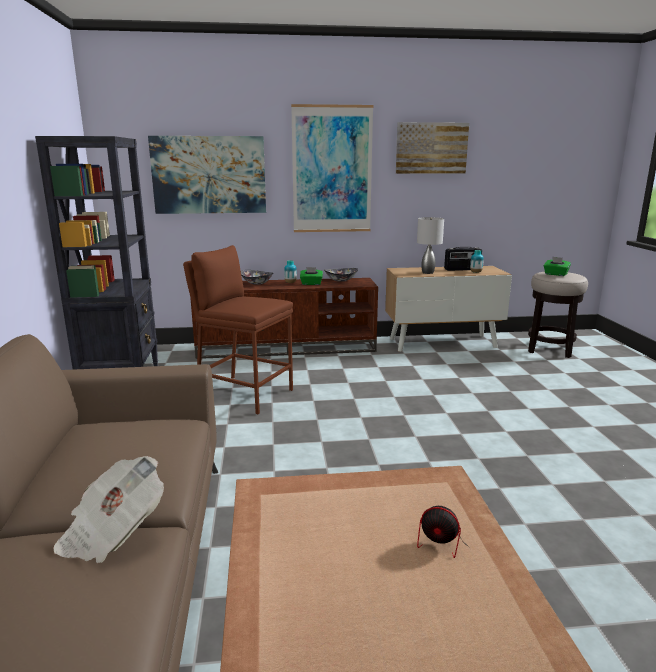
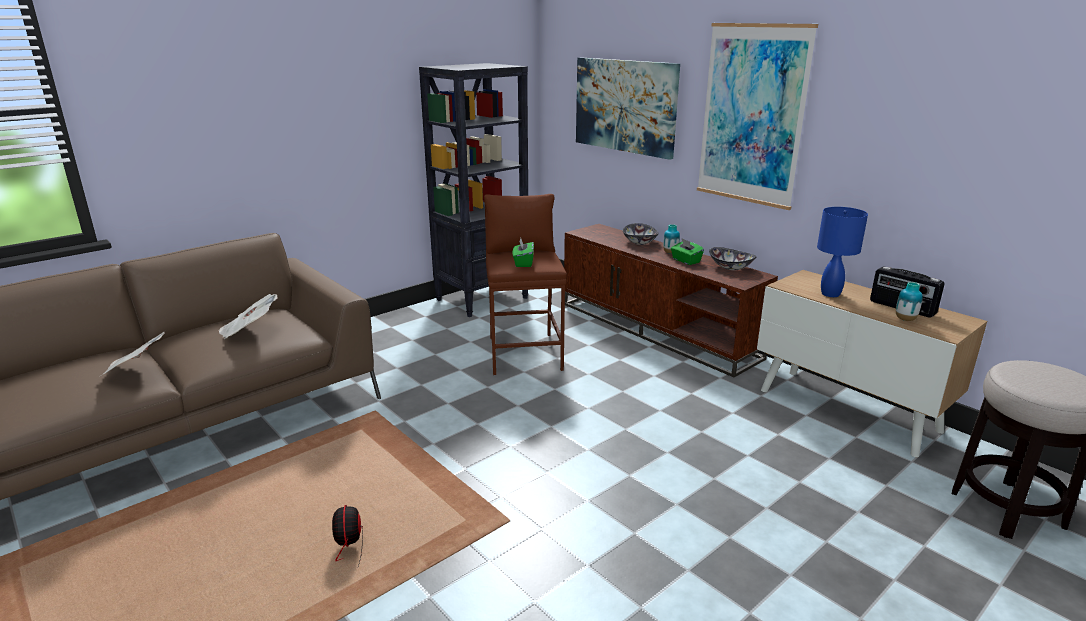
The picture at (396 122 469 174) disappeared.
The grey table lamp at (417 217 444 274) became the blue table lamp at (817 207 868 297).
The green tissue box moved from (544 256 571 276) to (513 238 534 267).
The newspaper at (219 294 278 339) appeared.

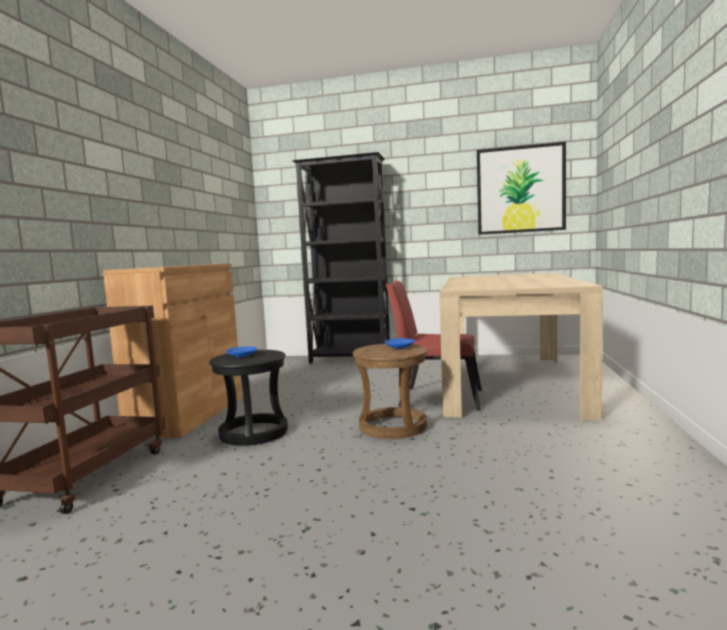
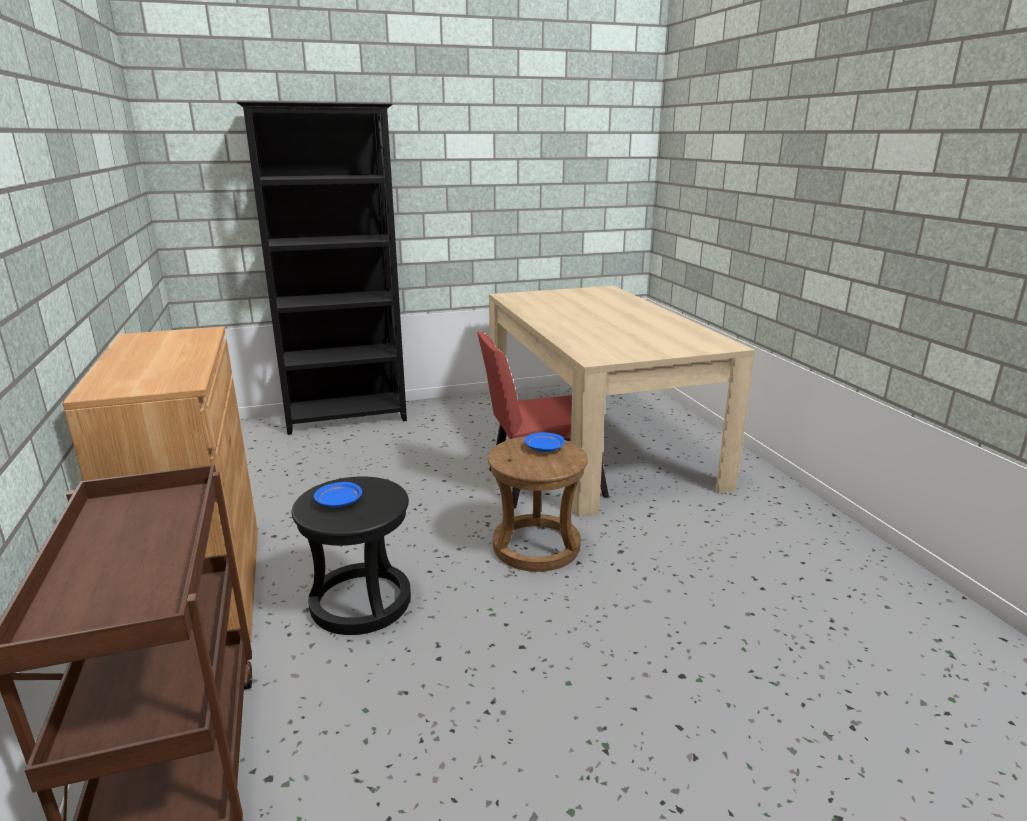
The picture at (477 142 566 235) disappeared.

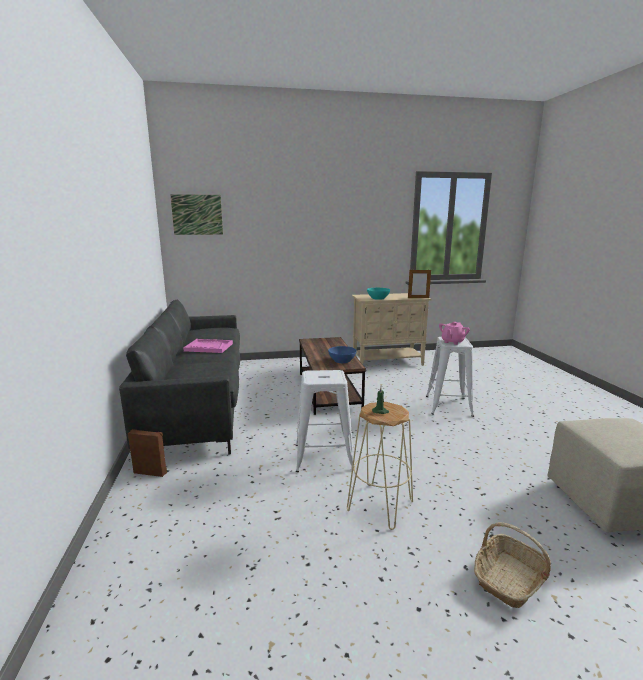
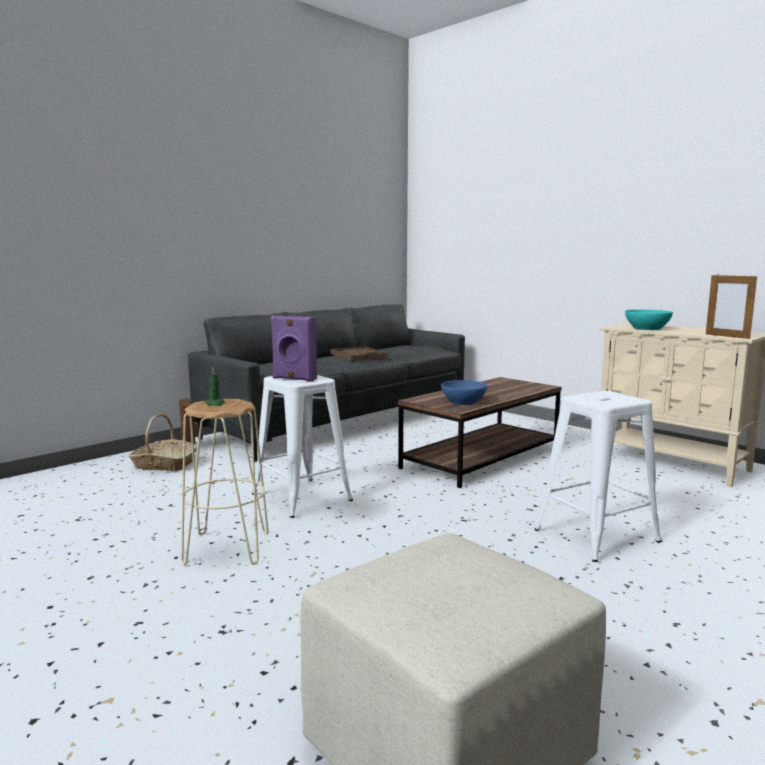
The picture at (170 194 223 235) disappeared.
The pink teapot at (439 322 470 345) disappeared.
The pink tray at (183 339 233 353) became the brown tray at (331 347 388 361).
The basket moved from (474 522 551 608) to (128 414 196 471).
The purple speaker at (271 316 317 381) appeared.

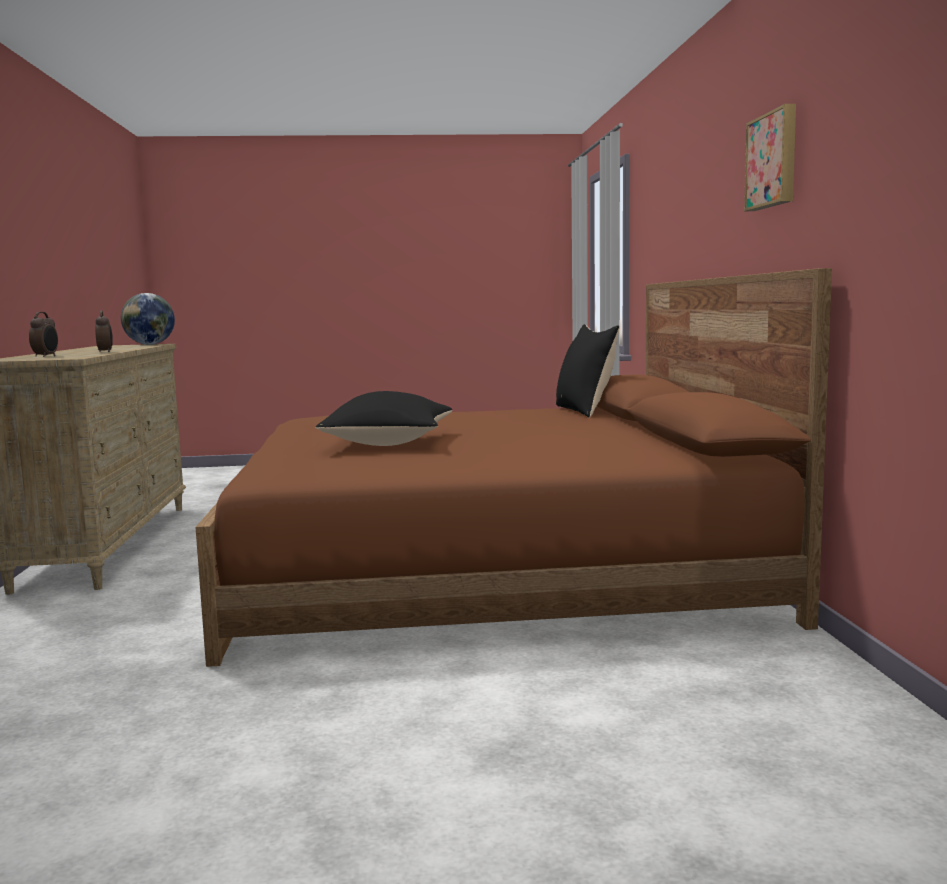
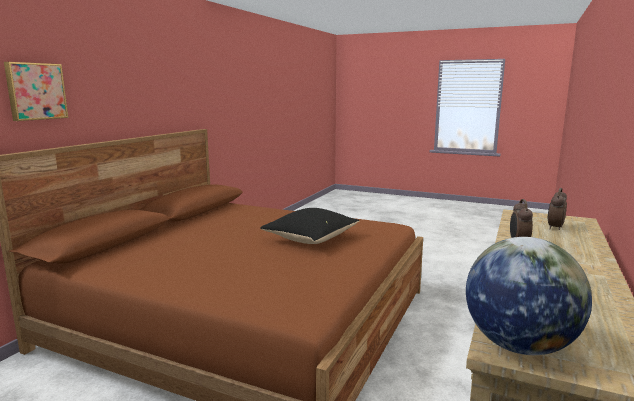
The picture moved from (744 104 796 211) to (4 62 68 121).
The black pillow at (556 324 620 417) disappeared.

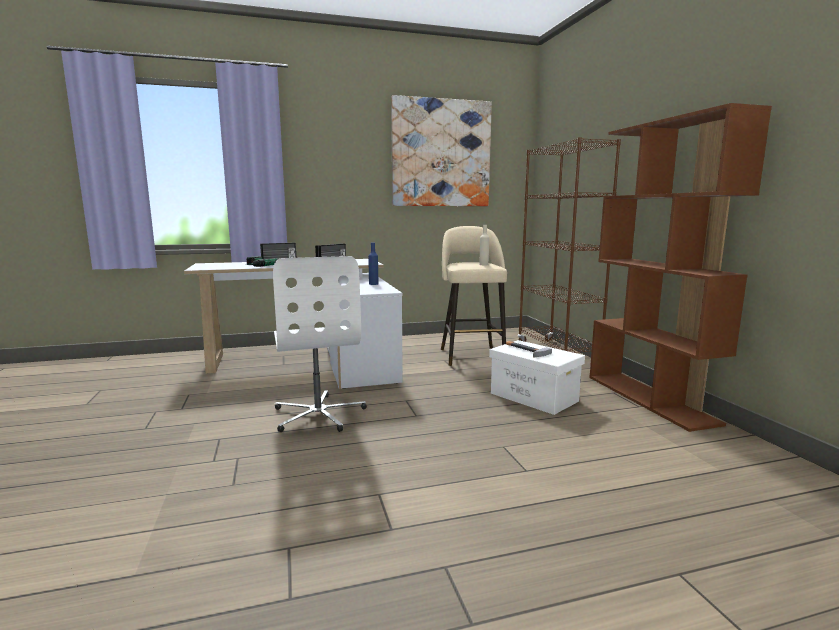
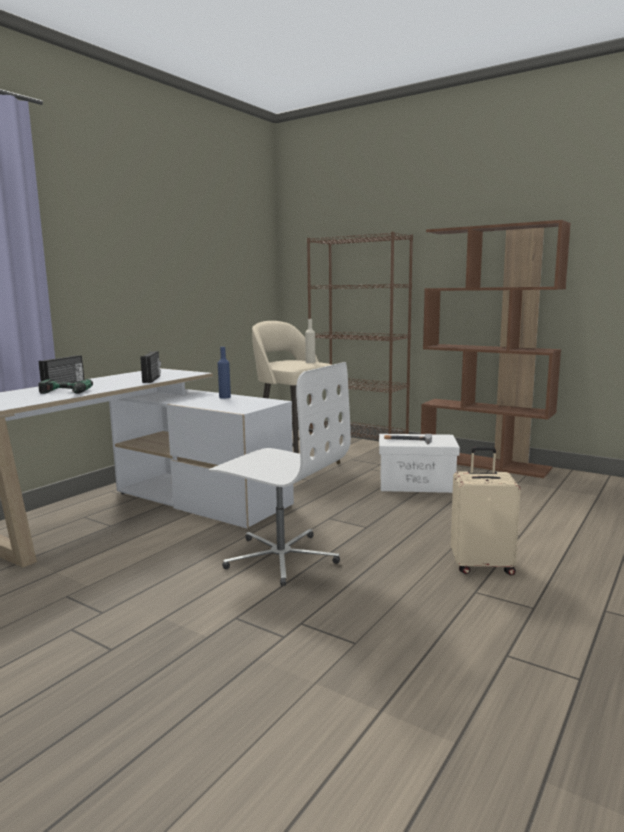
The picture at (391 95 492 206) disappeared.
The beige suitcase at (451 447 521 575) appeared.

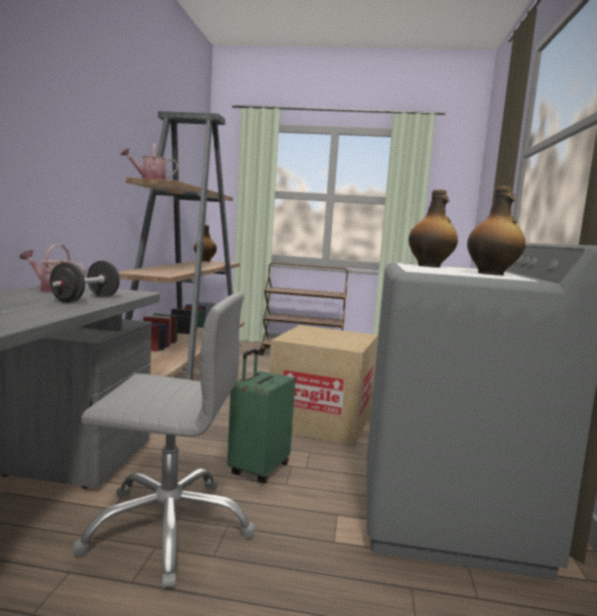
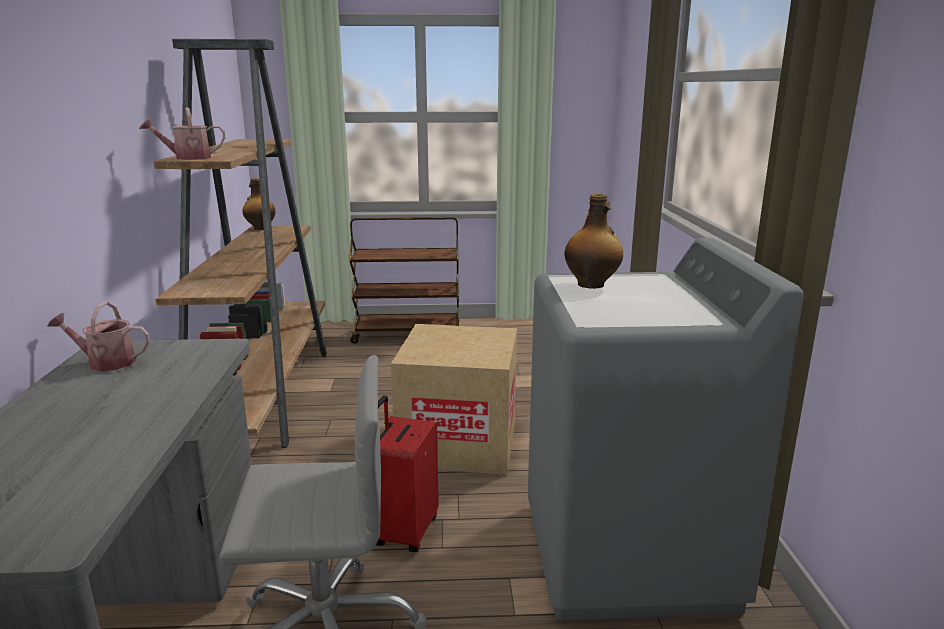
The bottle at (467 186 526 275) disappeared.
The black dumbbell at (50 261 120 303) disappeared.
The green suitcase at (227 349 295 484) became the red suitcase at (376 395 439 552).

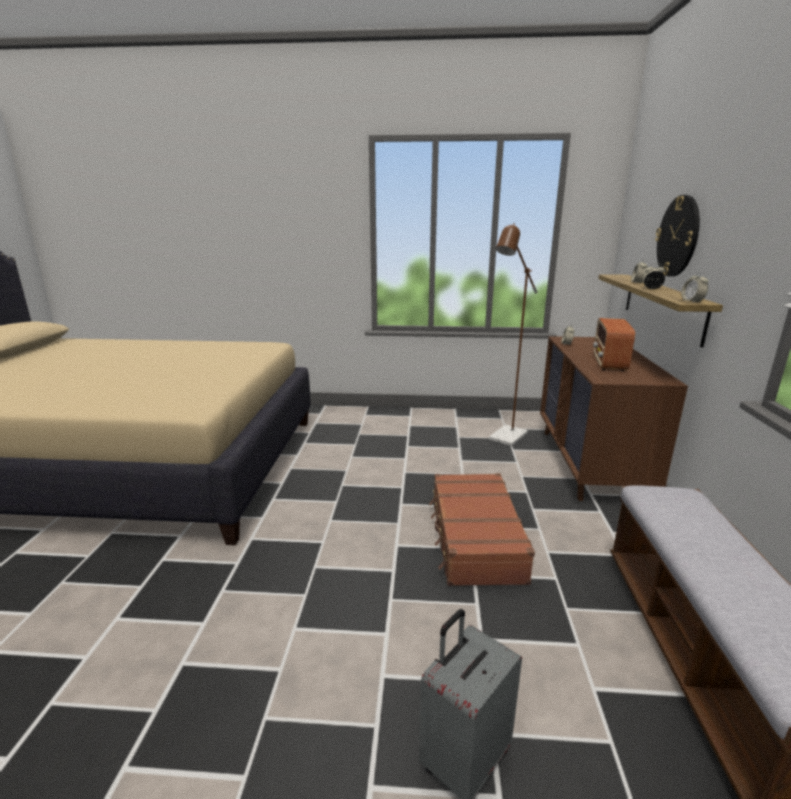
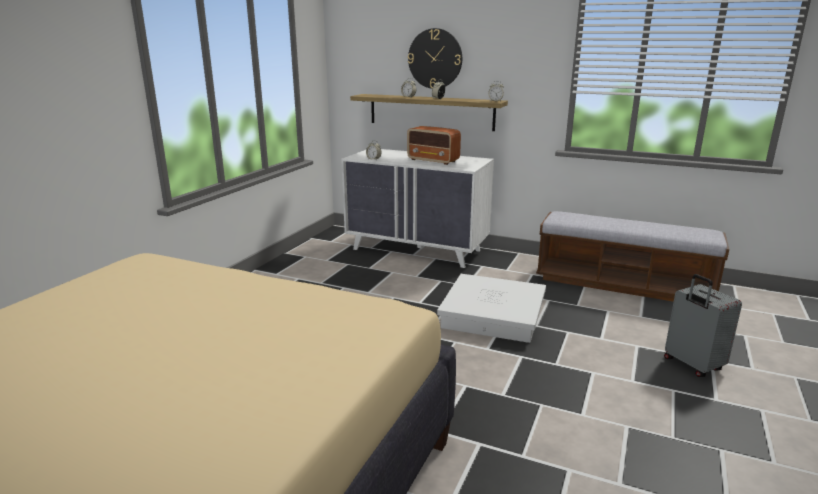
The brown floor lamp at (489 223 537 446) disappeared.
The brown dresser at (540 336 688 501) became the white dresser at (341 149 494 268).
The brown suitcase at (429 473 535 586) was replaced by the white storage box at (437 274 546 343).

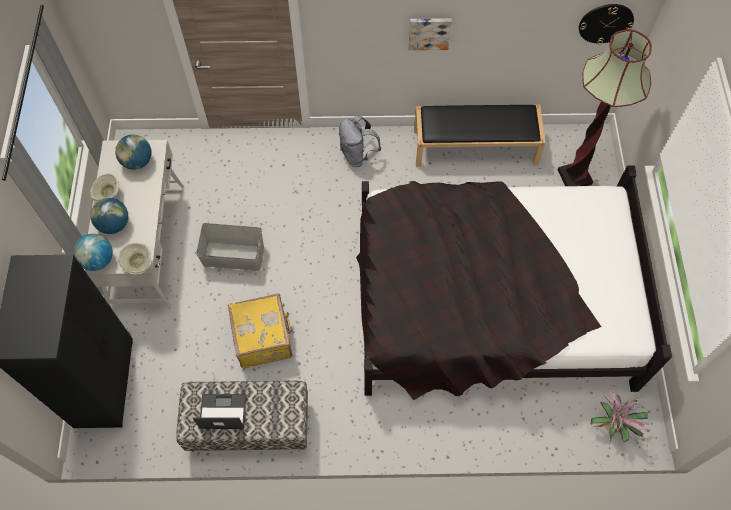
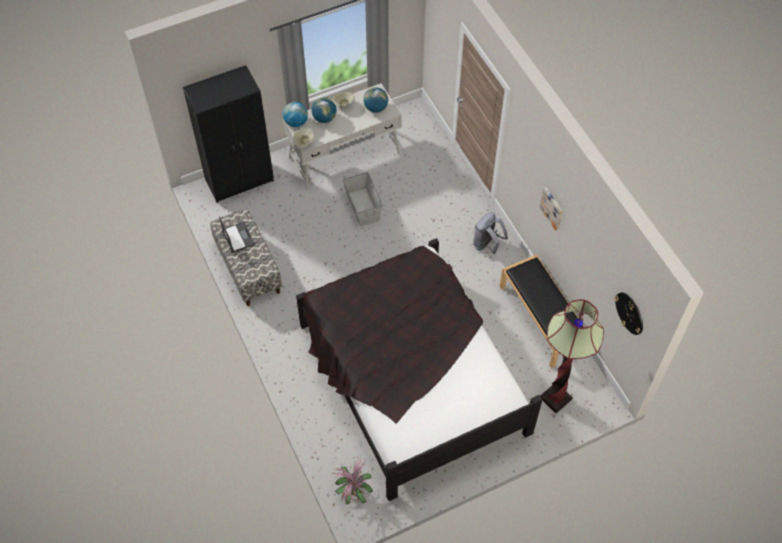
The yellow suitcase at (228 293 292 368) disappeared.

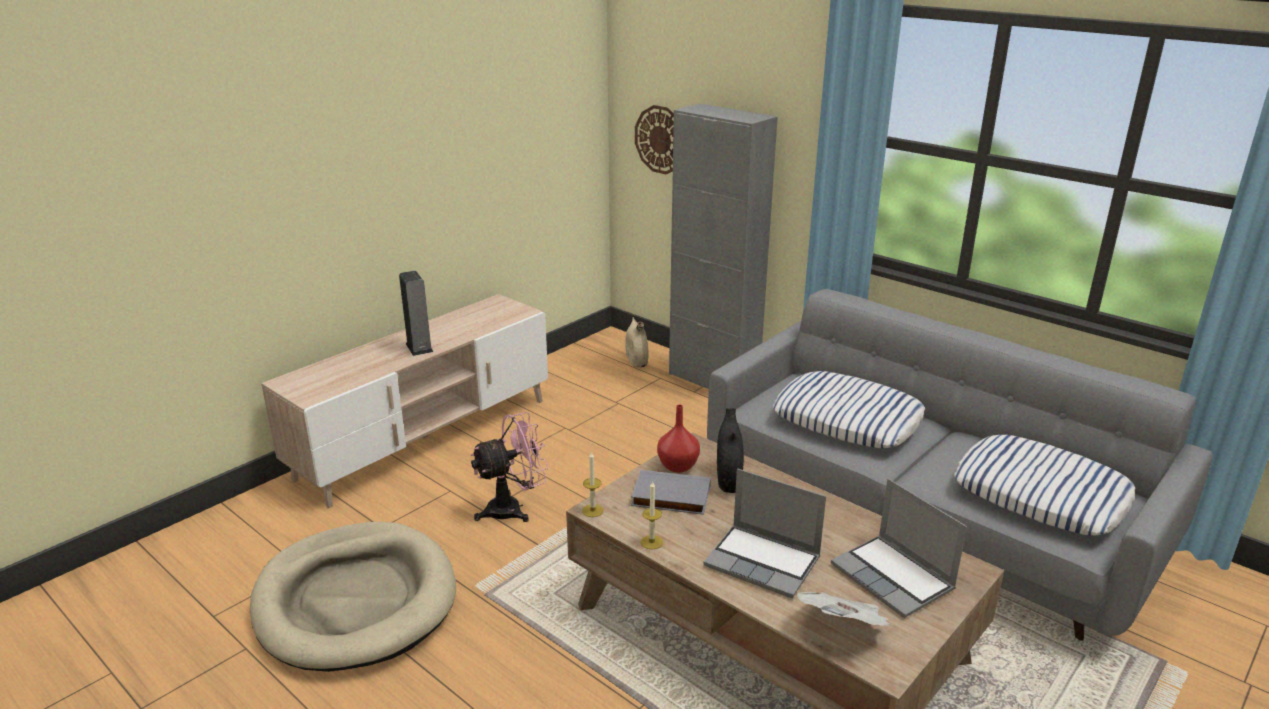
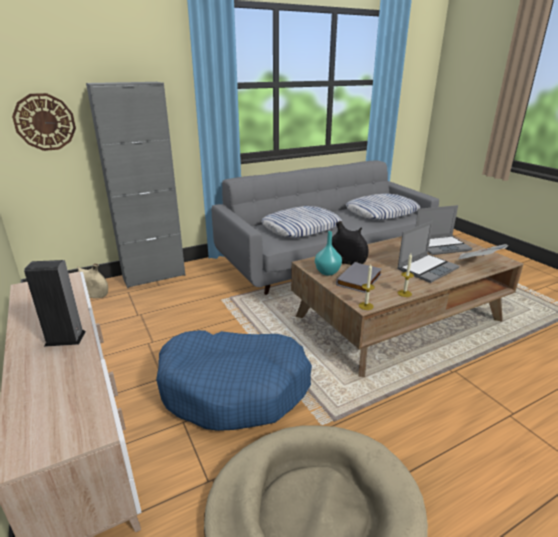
The red vase at (657 405 700 473) became the turquoise vase at (315 231 342 276).
The pink fan at (471 412 549 522) was replaced by the blue dog bed at (156 330 312 431).

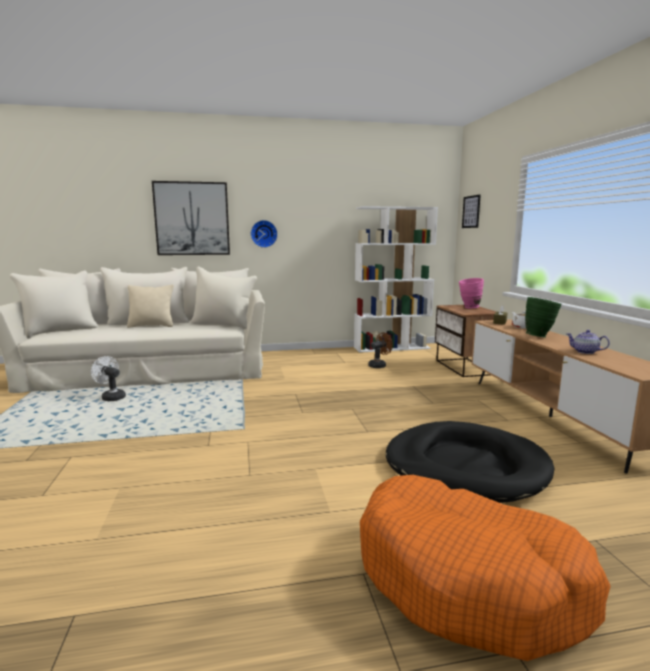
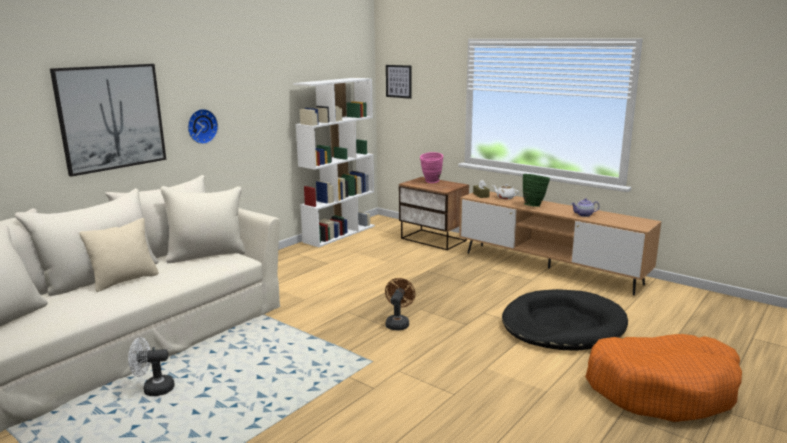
The brown fan moved from (368 333 393 368) to (385 278 415 331).

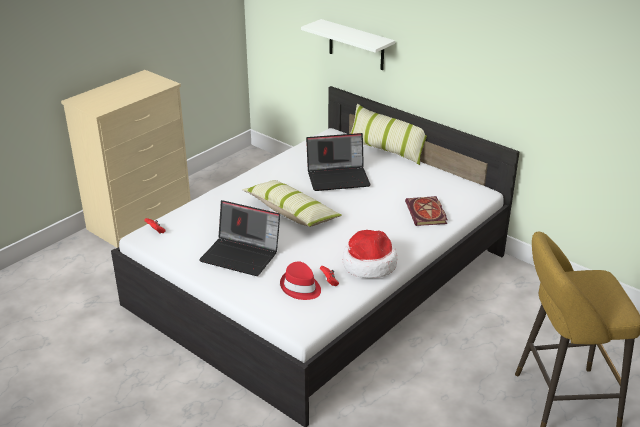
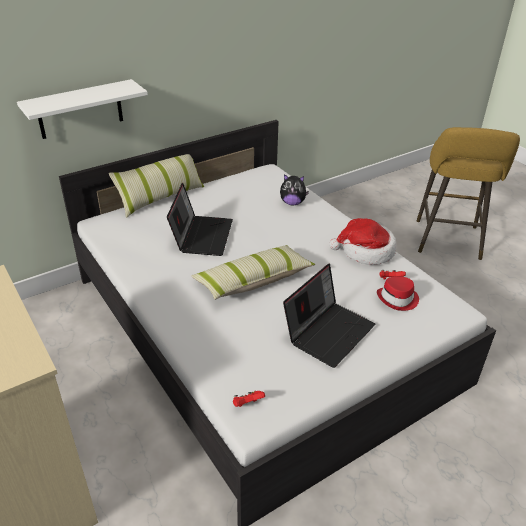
The book at (405 196 447 226) was replaced by the plush toy at (280 174 309 205).

